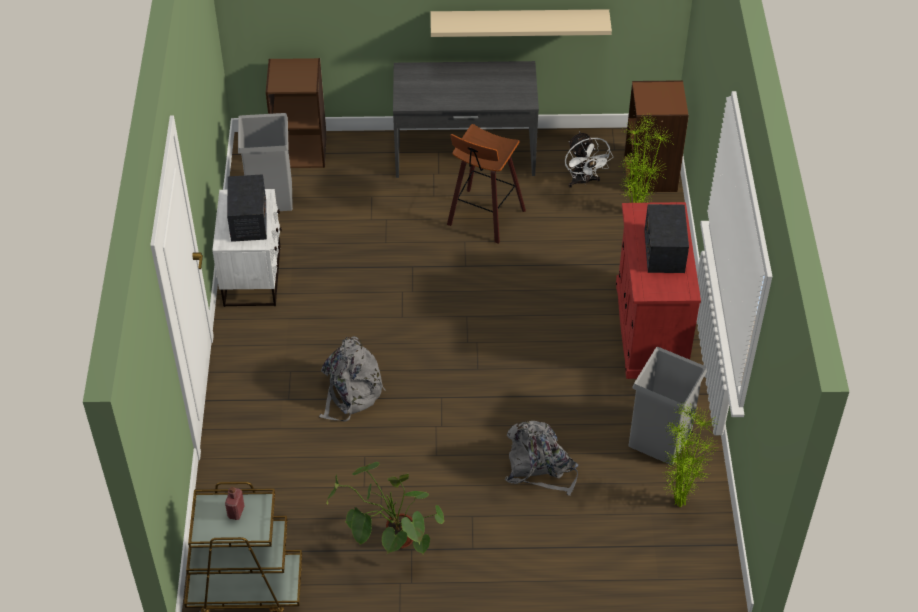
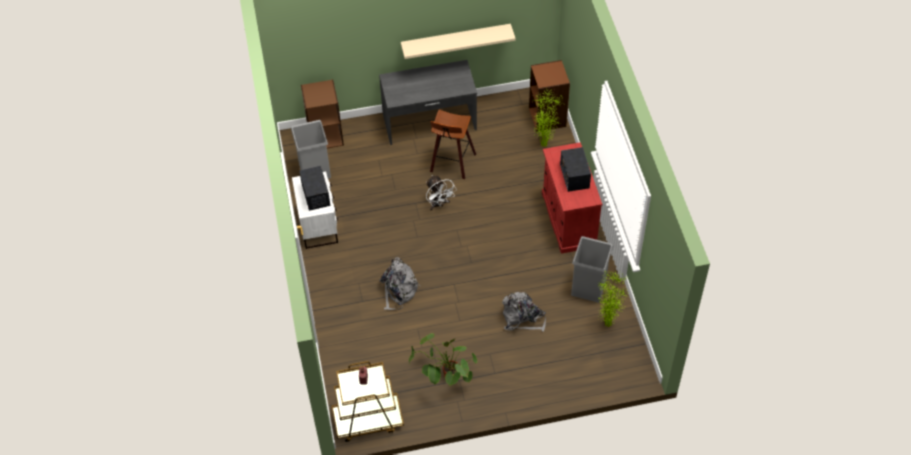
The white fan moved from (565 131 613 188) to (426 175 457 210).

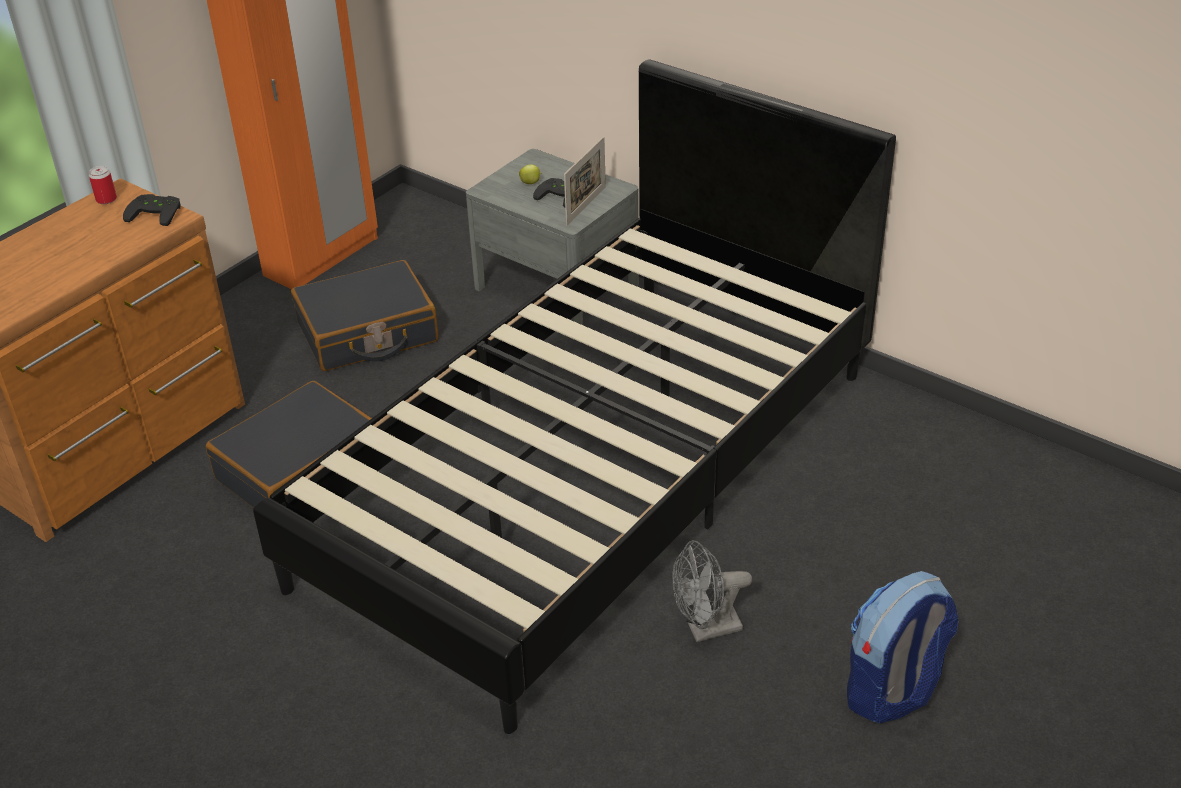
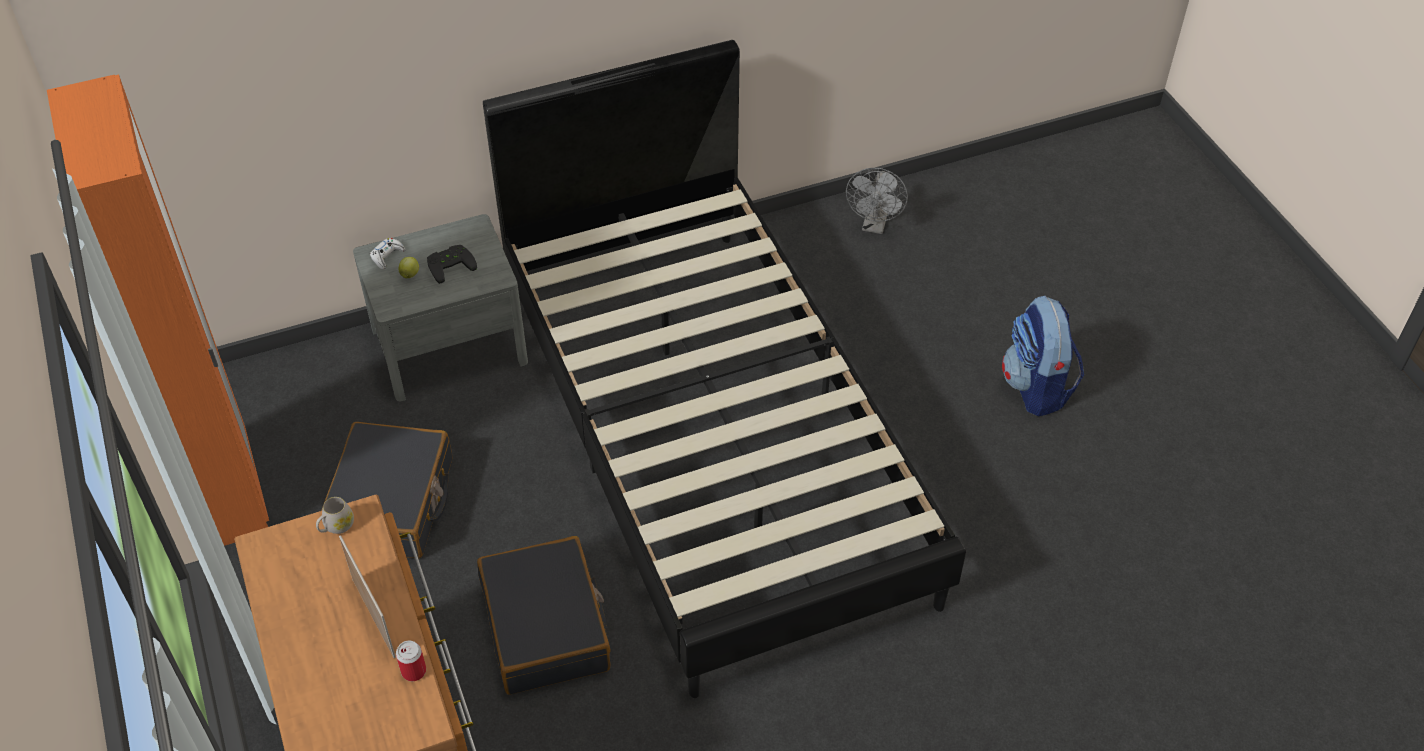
The picture frame moved from (564 137 606 226) to (339 535 396 658).
The can moved from (89 166 117 204) to (396 640 426 681).
The black game controller at (123 194 181 226) was replaced by the white mug at (316 497 354 534).
The grey fan moved from (672 540 752 642) to (846 168 908 234).
The white game controller at (370 238 405 269) appeared.

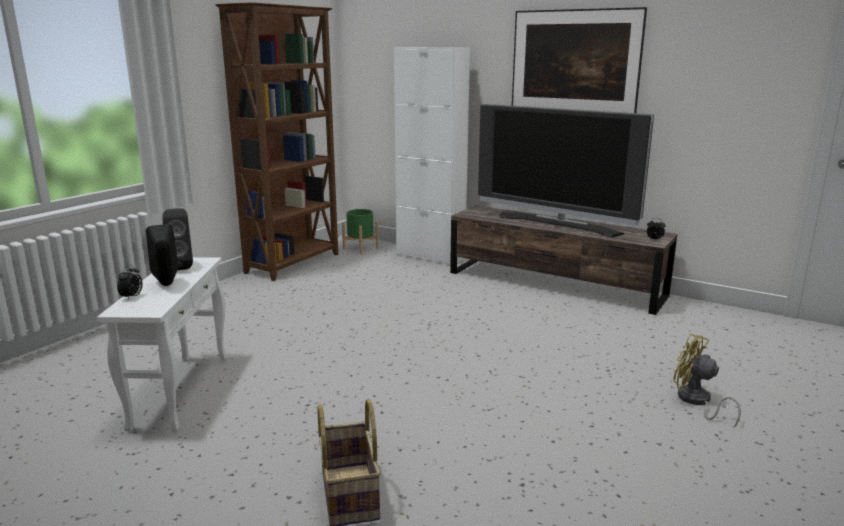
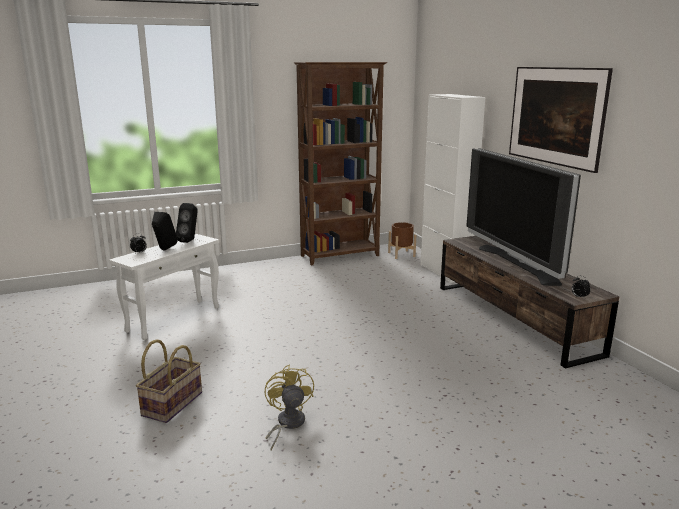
The green planter at (342 209 379 254) became the brown planter at (388 222 416 259).
The yellow fan moved from (673 334 741 428) to (265 365 314 450).

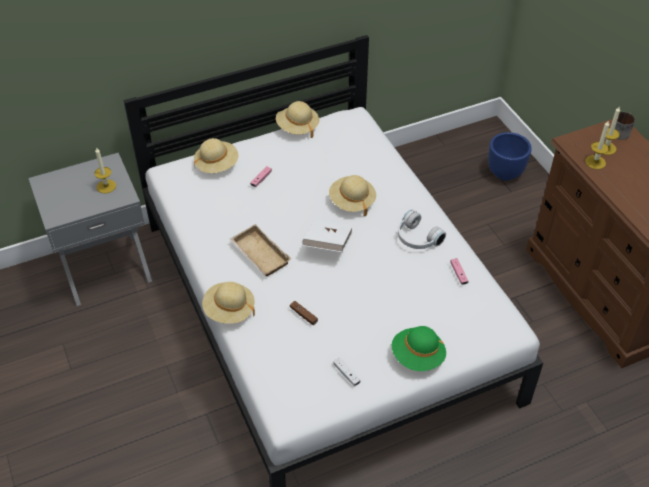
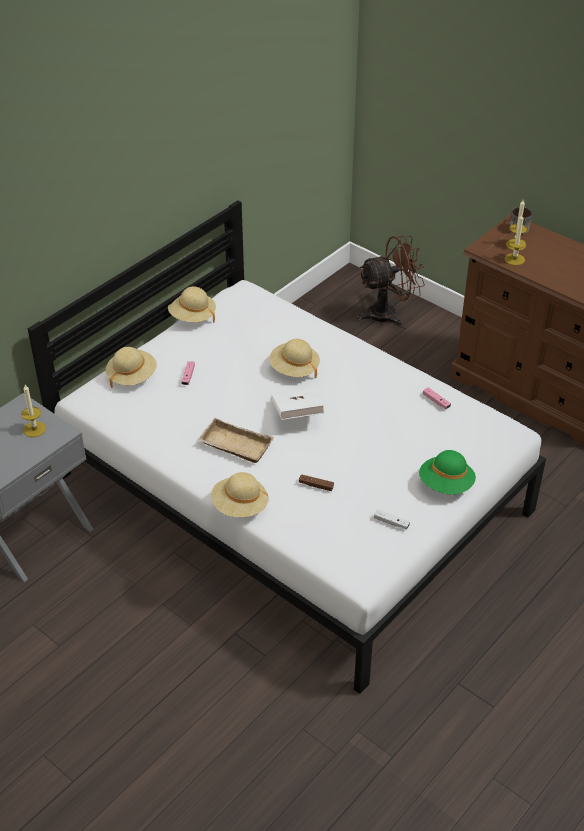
The blue planter at (488 132 532 181) was replaced by the brown fan at (357 236 425 326).
The white headphones at (398 209 446 249) disappeared.

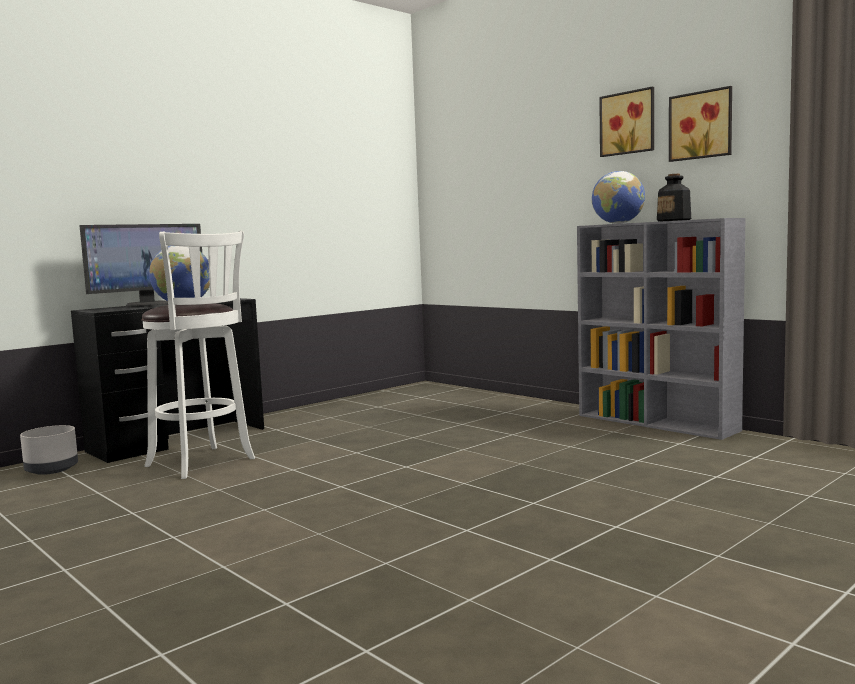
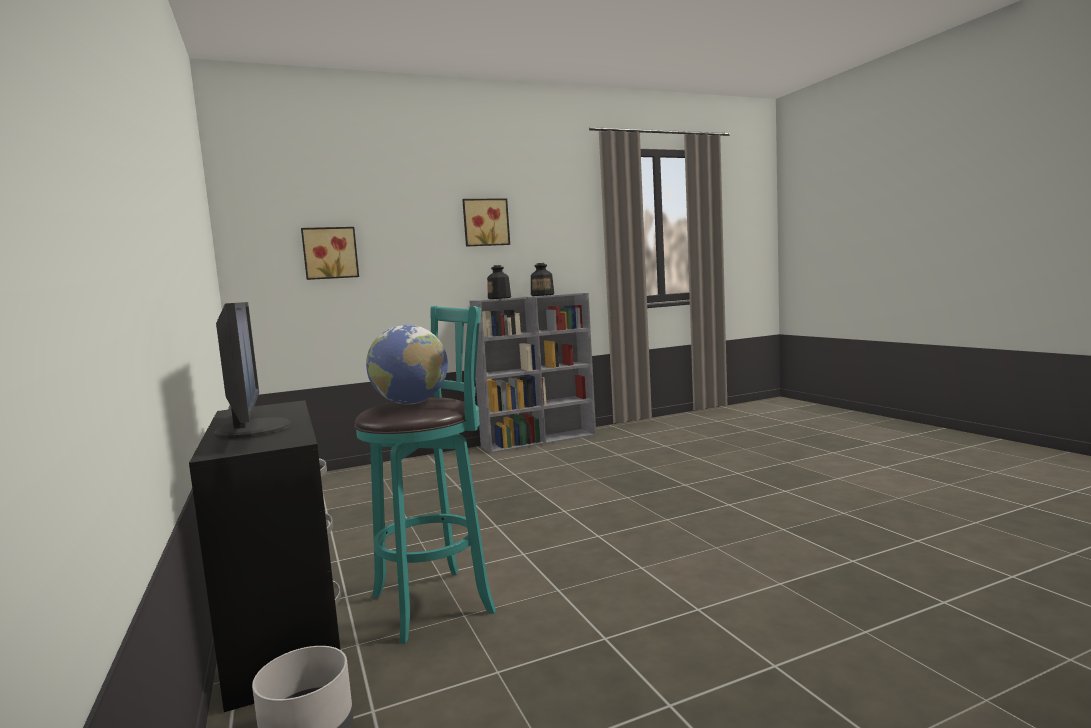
The picture moved from (669 86 732 162) to (301 227 359 280).
The globe at (592 171 645 224) was replaced by the bottle at (487 265 511 299).
The white stool at (141 231 255 479) became the turquoise stool at (354 306 496 644).

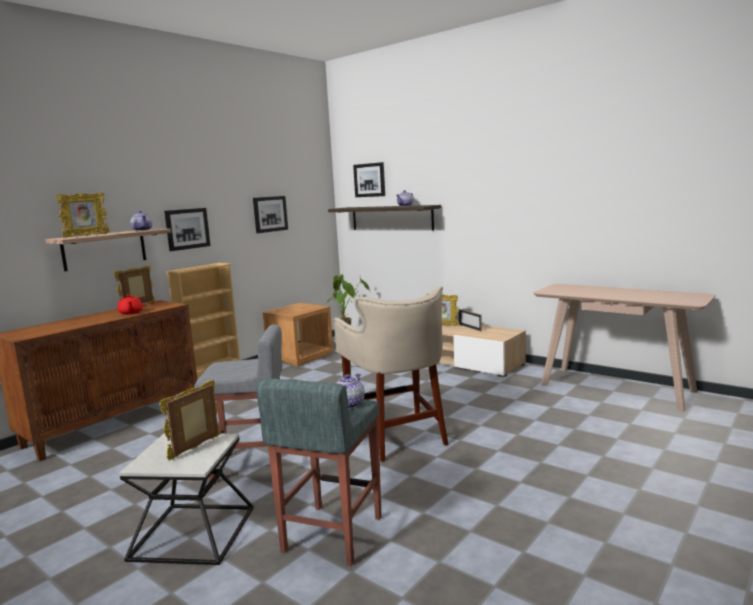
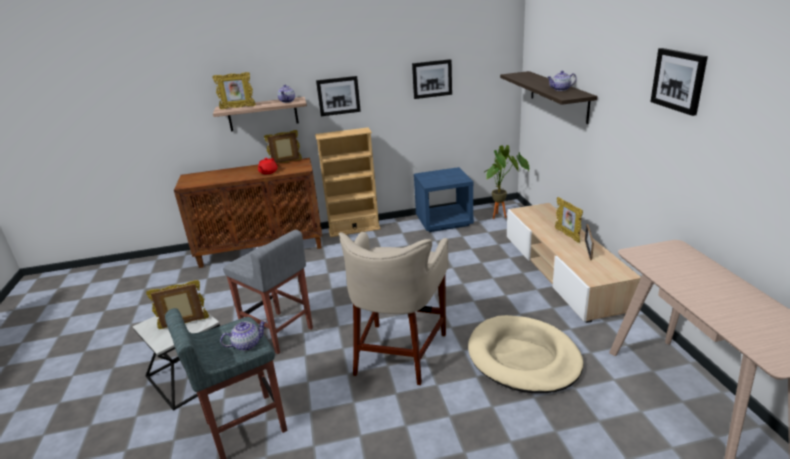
The picture moved from (353 162 385 197) to (650 48 708 116).
The brown nightstand at (263 303 334 366) became the blue nightstand at (414 167 474 232).
The beige dog bed at (468 315 583 393) appeared.

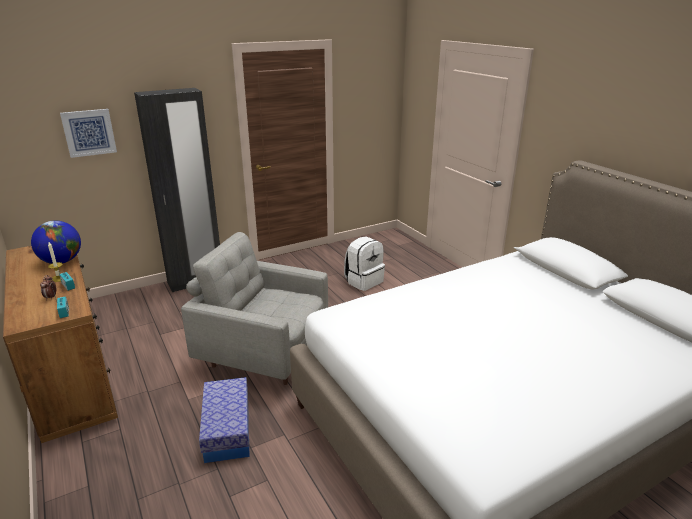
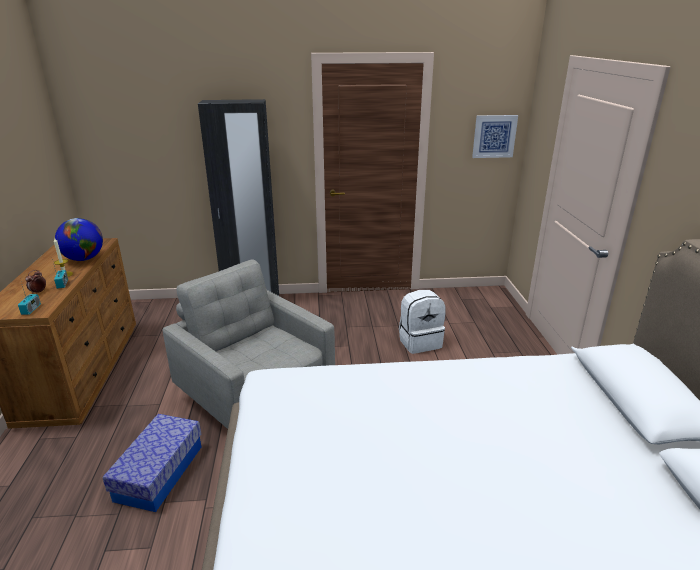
The picture moved from (60 109 117 158) to (472 115 518 158).

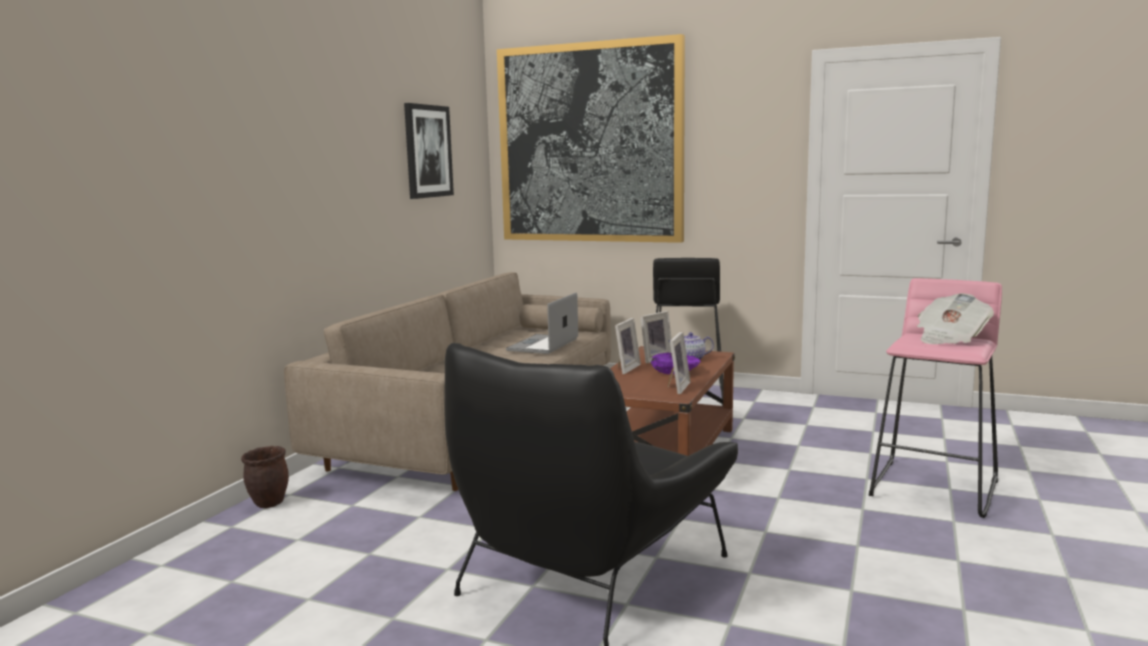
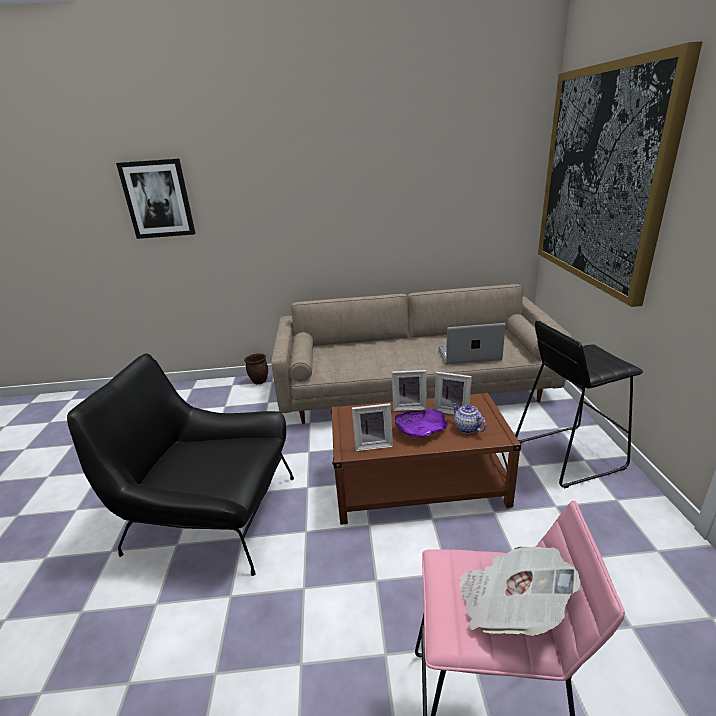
The picture moved from (404 103 454 199) to (116 159 196 239).

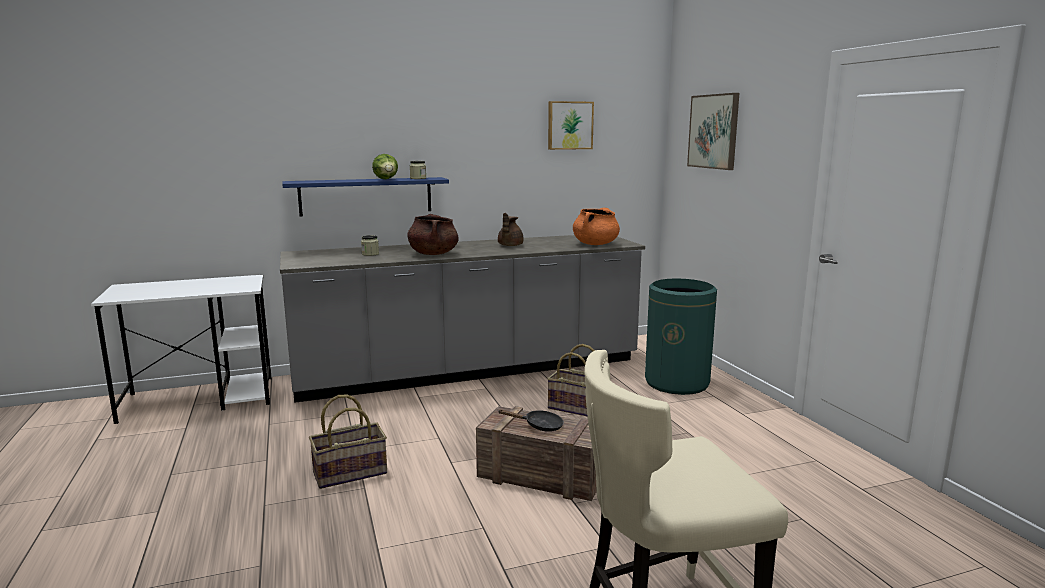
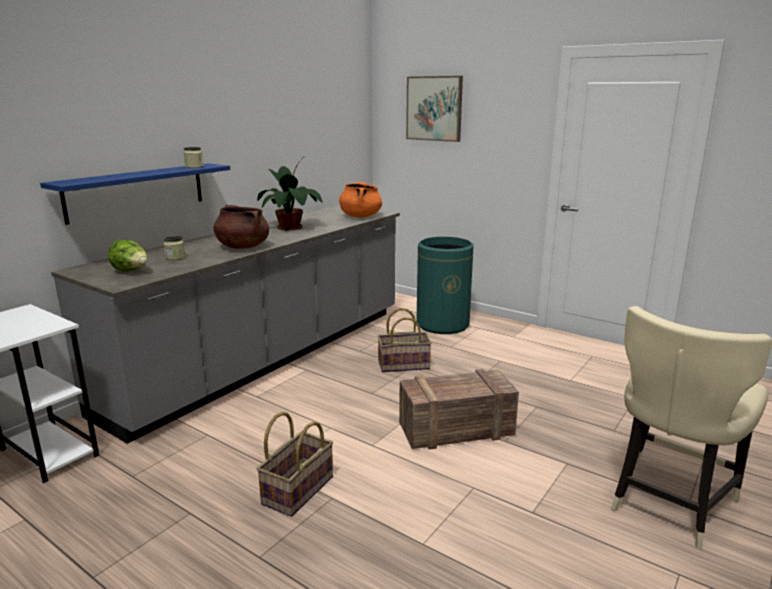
The picture at (548 101 594 150) disappeared.
The lettuce moved from (372 154 398 179) to (108 240 148 272).
The brown teapot at (498 213 524 246) was replaced by the potted plant at (257 159 323 230).
The black frying pan at (499 409 564 432) disappeared.

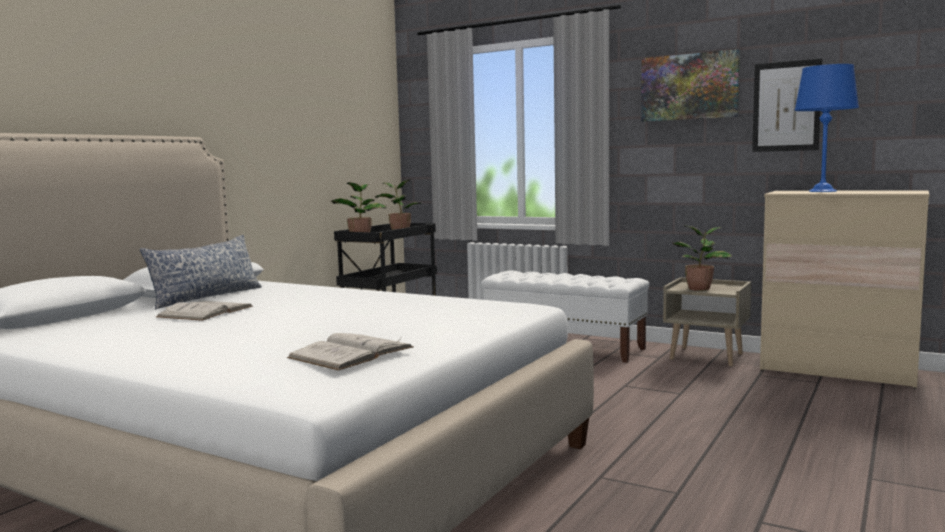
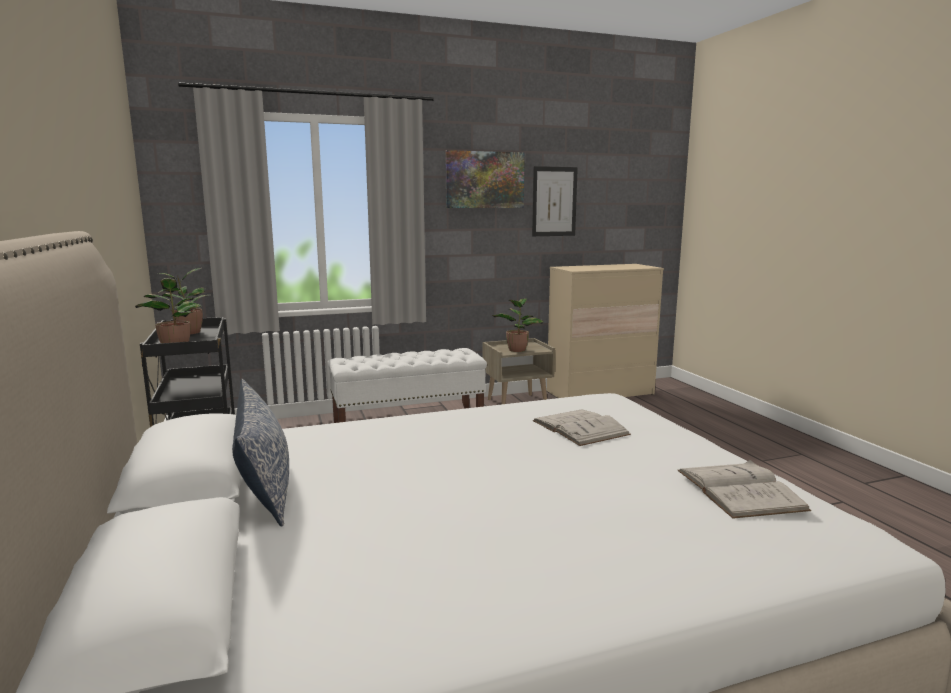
The blue table lamp at (794 64 859 192) disappeared.
The white book moved from (156 301 253 321) to (533 409 631 446).

